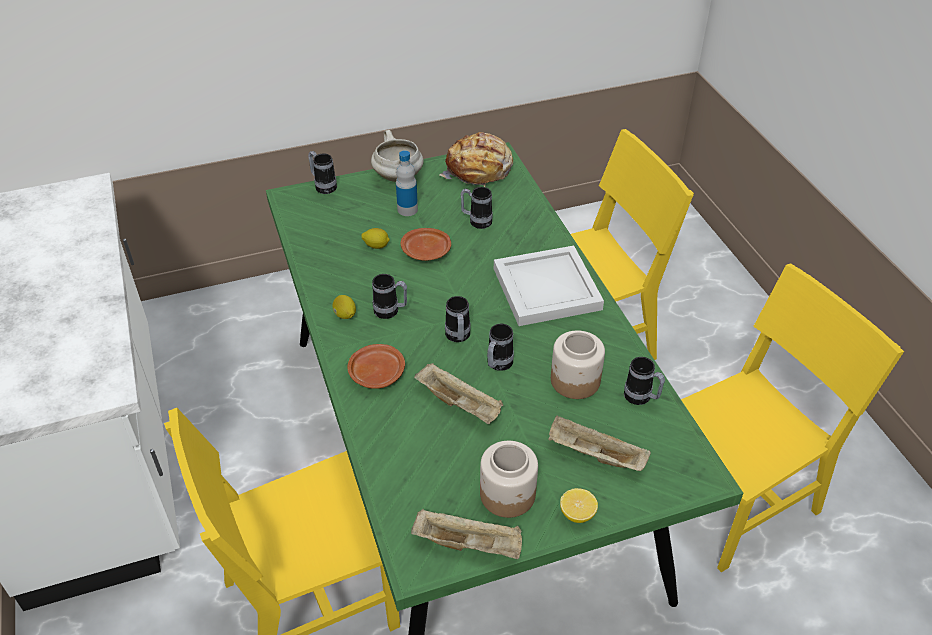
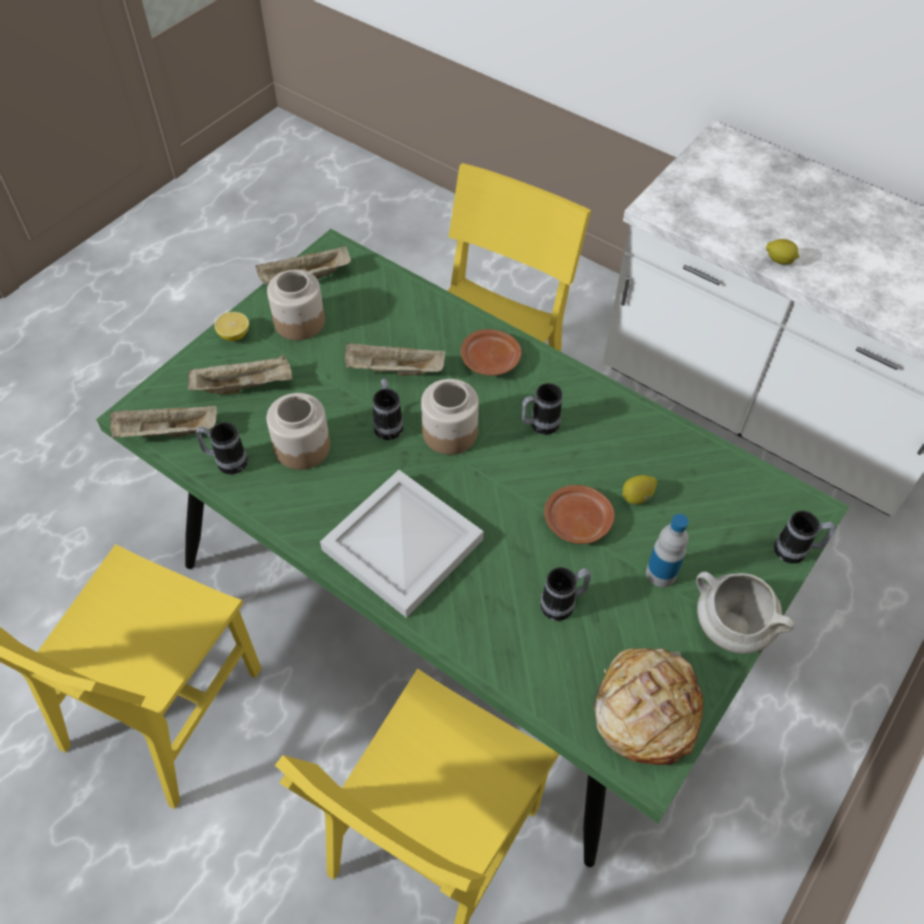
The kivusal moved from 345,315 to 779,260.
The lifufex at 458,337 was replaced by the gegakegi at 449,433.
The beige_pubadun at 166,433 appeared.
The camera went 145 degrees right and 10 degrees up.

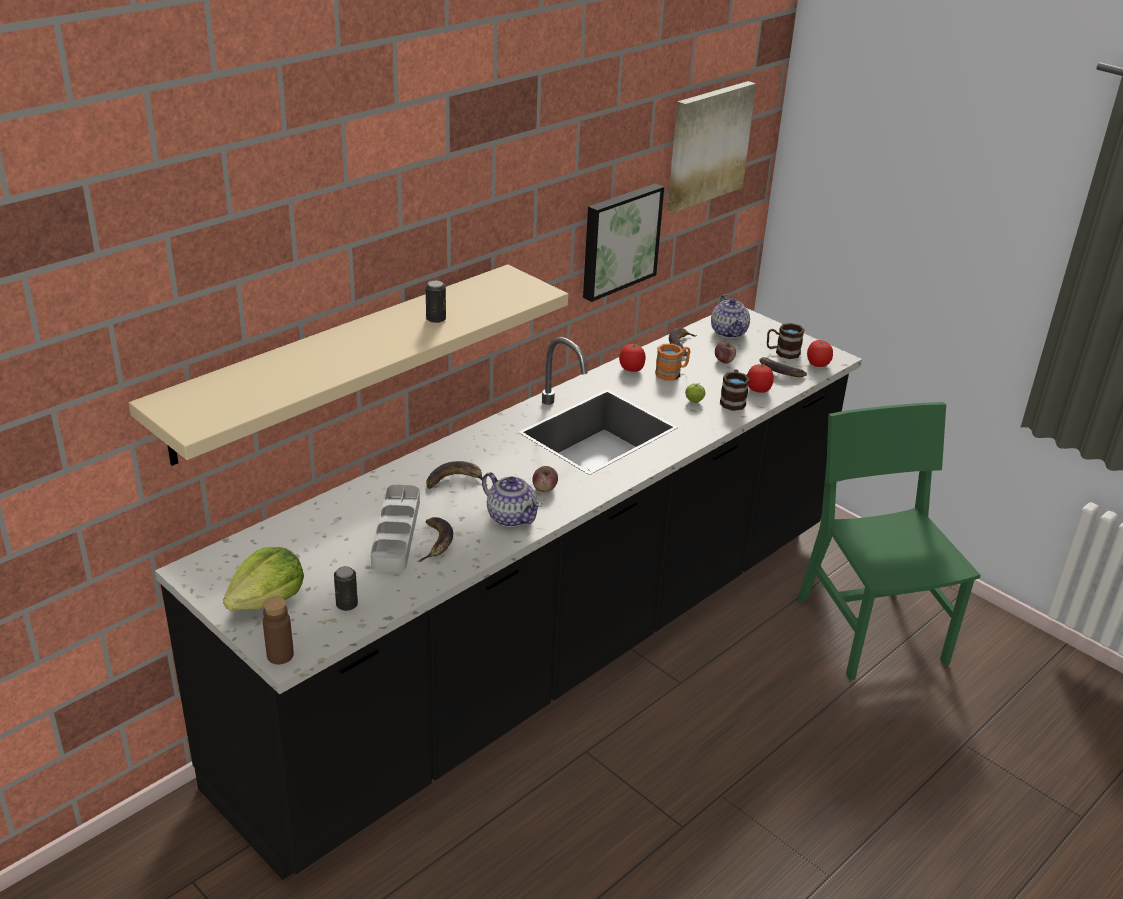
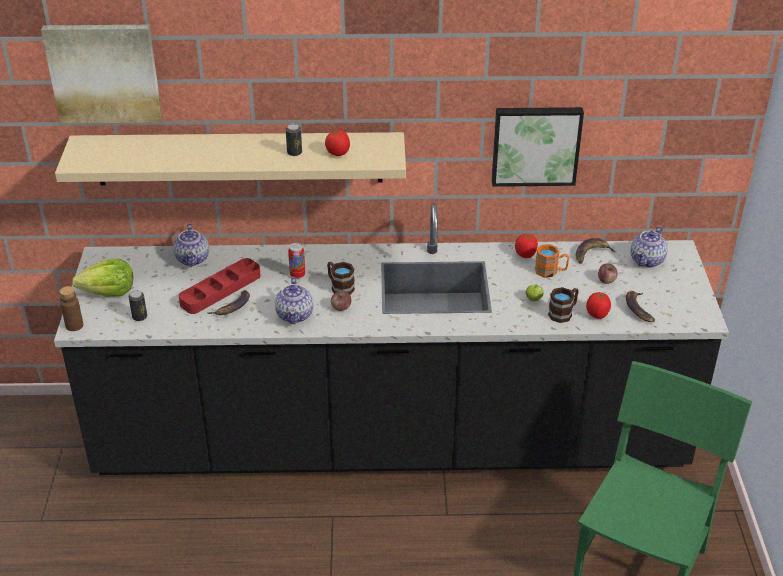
The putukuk moved from 707,145 to 104,72.
The brown_lifufex moved from 782,352 to 339,286.
The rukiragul moved from 817,364 to 338,153.
The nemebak at 455,480 was replaced by the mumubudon at 297,275.
The grey_pubadun at 396,533 became the red_pubadun at 220,290.
The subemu at 193,259 appeared.
The camera went 45 degrees right and 5 degrees up.

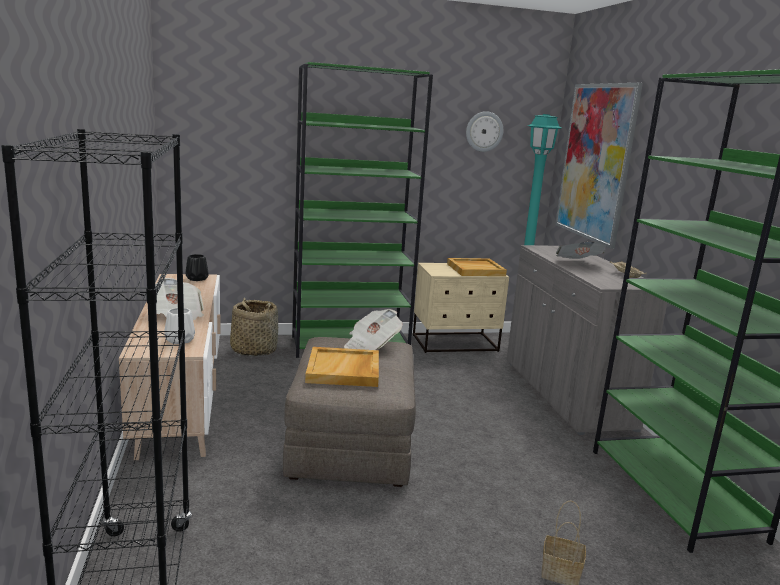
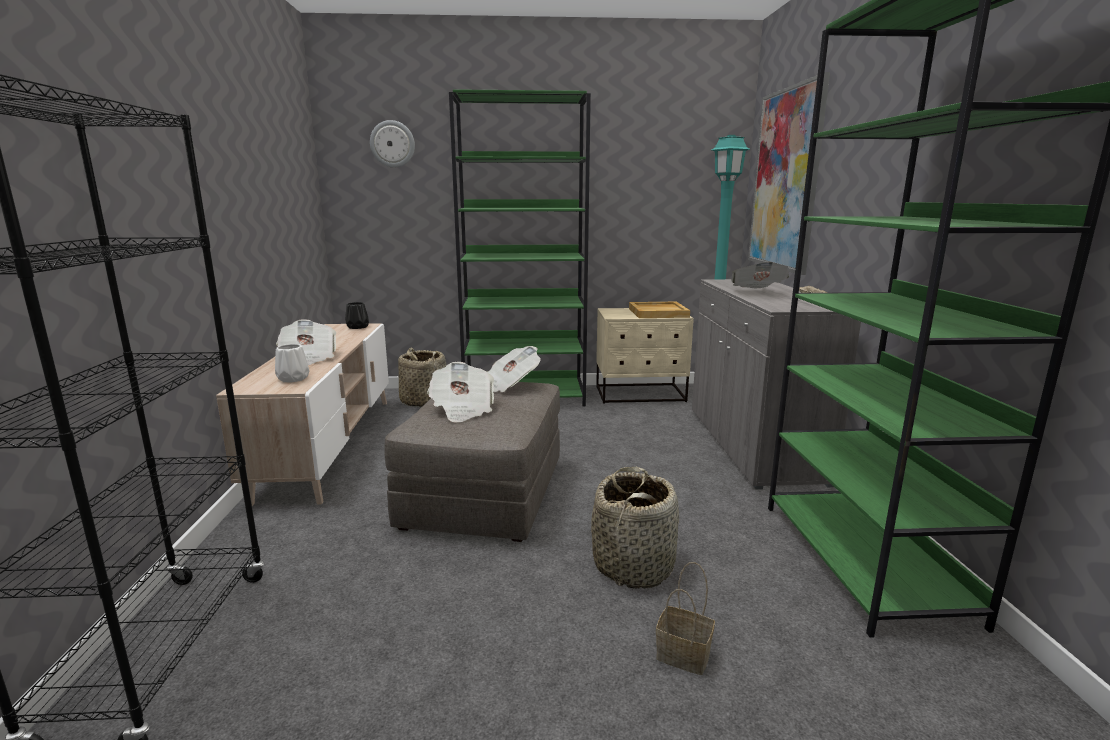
The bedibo moved from 484,131 to 392,144.
The beige_pubadun at 344,370 was replaced by the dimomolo at 462,409.
The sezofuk at 634,565 appeared.
The camera went 10 degrees right and 0 degrees up.

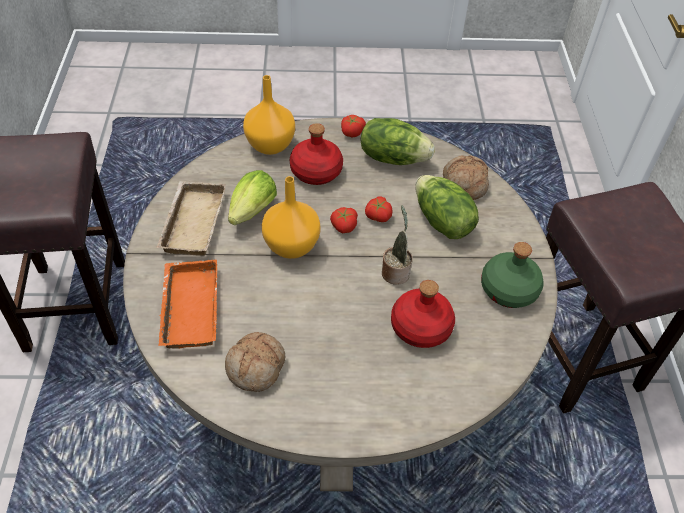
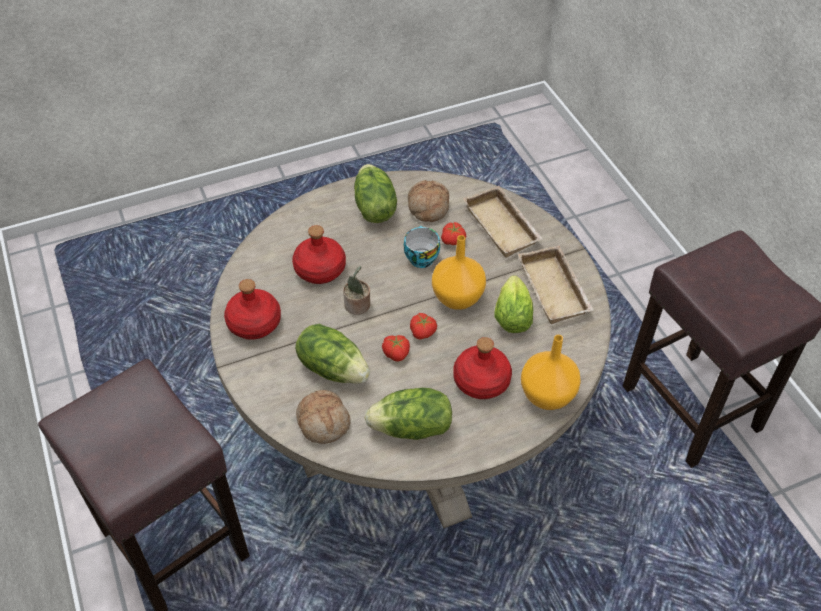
The rukiragul moved from 351,132 to 453,240.
The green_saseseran at 508,290 became the red_saseseran at 254,322.
The orange_pubadun at 188,307 became the beige_pubadun at 504,226.
The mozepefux at 373,208 appeared.
The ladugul at 420,257 appeared.
The camera went 160 degrees right and 0 degrees up.

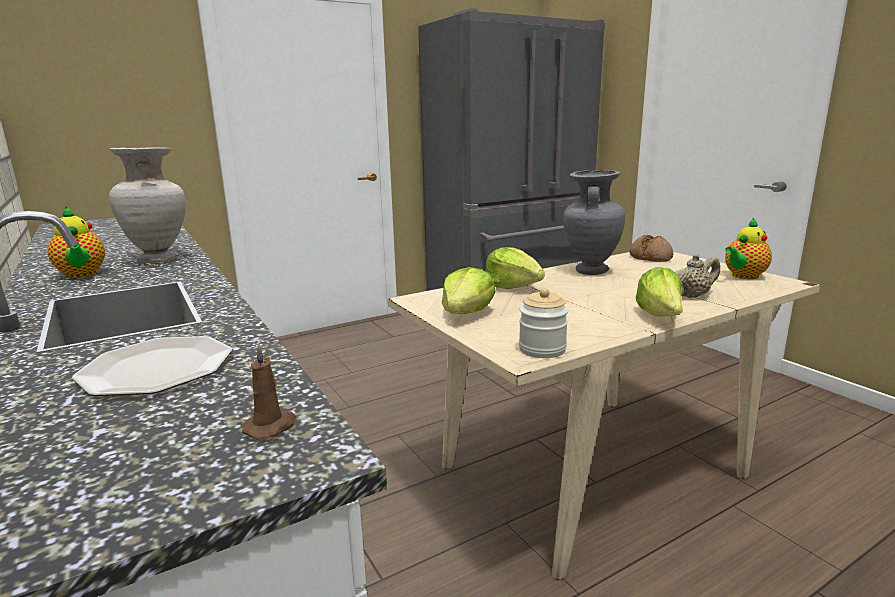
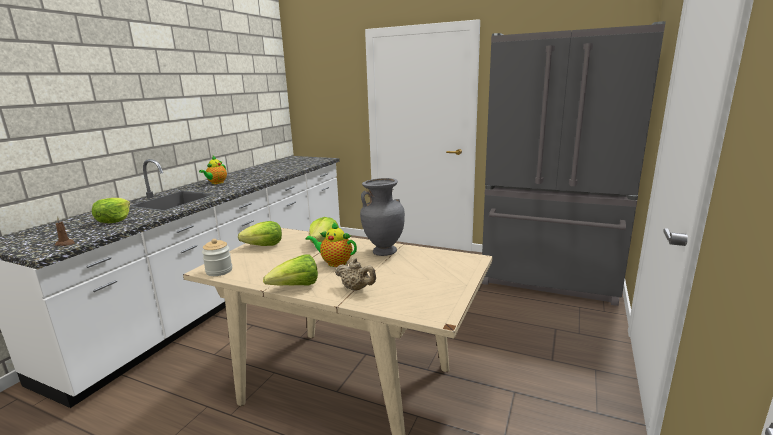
The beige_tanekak at 159,260 disappeared.
The subemu moved from 743,276 to 334,263.
The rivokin at 650,257 disappeared.
The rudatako at 156,368 was replaced by the mozepefux at 114,220.
The camera went 55 degrees right and 0 degrees up.

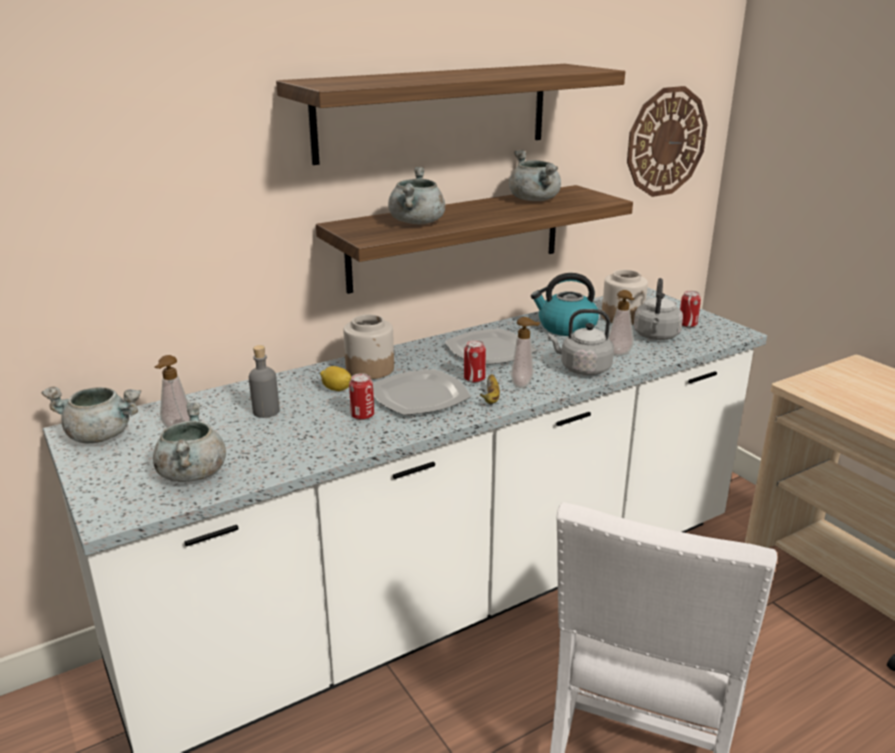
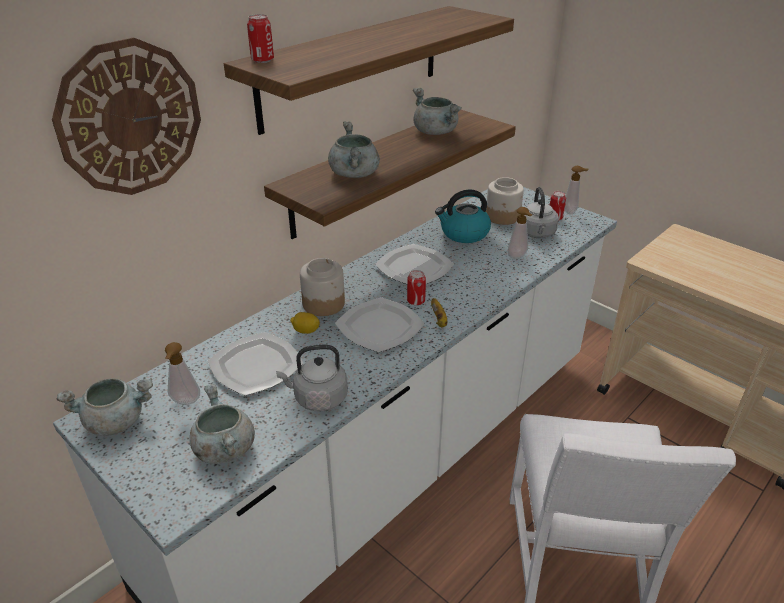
The bedibo moved from 666,142 to 130,119.
The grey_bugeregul moved from 582,369 to 317,398.
The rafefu moved from 524,385 to 571,211.
The grey_saseseran at 266,411 was replaced by the rudatako at 256,367.
The mumubudon moved from 362,415 to 262,60.
The camera went 15 degrees left and 10 degrees up.

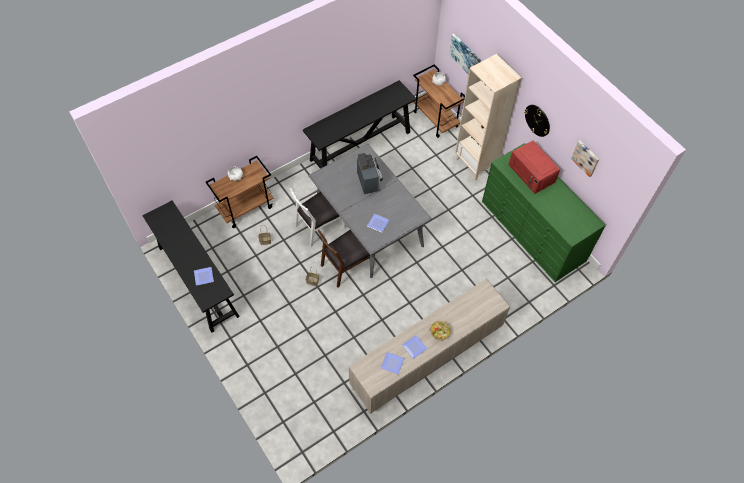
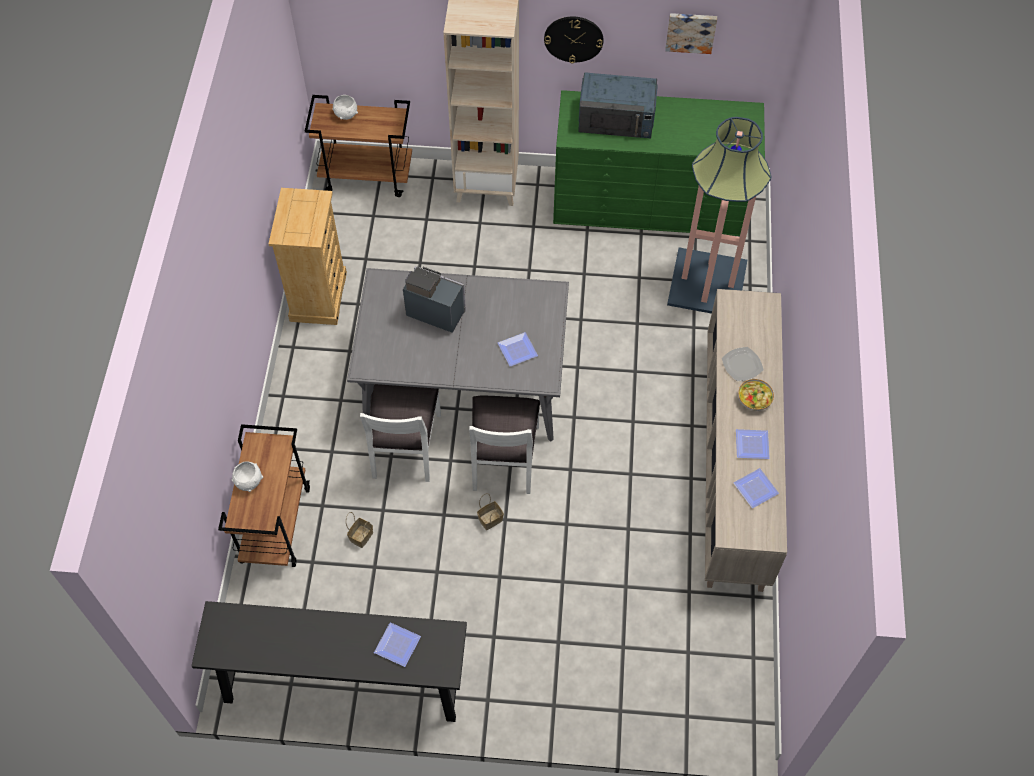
The putukuk at 465,56 disappeared.
The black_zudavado at 361,146 was replaced by the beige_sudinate at 318,296.
The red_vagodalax at 532,173 became the blue_vagodalax at 617,118.
The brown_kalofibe at 346,266 became the white_kalofibe at 504,458.
The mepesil at 707,283 appeared.
The rudatako at 742,364 appeared.
The camera went 50 degrees left and 0 degrees up.

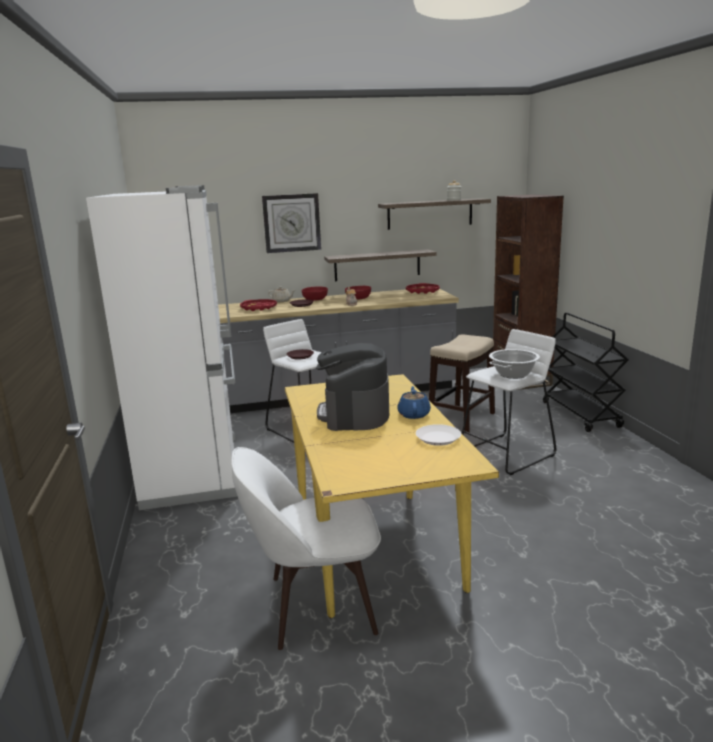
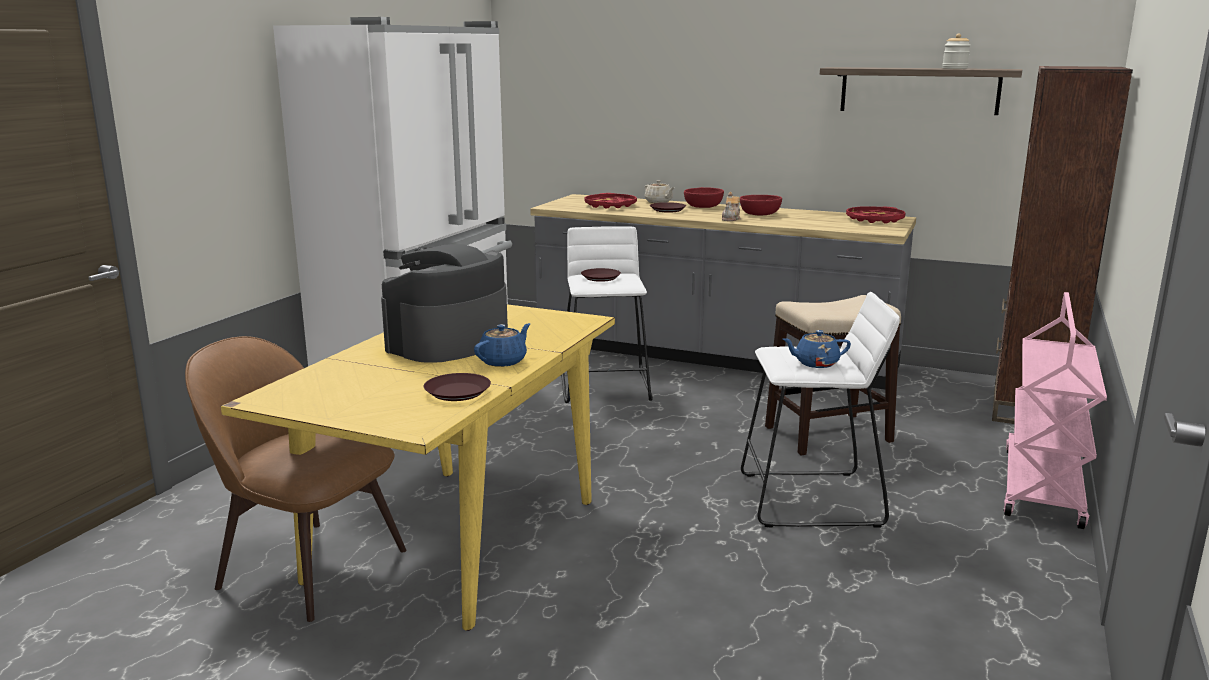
The bedibo at 291,223 disappeared.
The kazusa at 377,265 disappeared.
The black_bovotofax at 581,415 became the pink_bovotofax at 1043,488.
The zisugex at 513,374 was replaced by the blue_subemu at 815,363.
The white_rudatako at 438,438 became the brown_rudatako at 458,392.
The white_kalofibe at 315,605 became the brown_kalofibe at 307,566.
The camera went 35 degrees right and 0 degrees up.

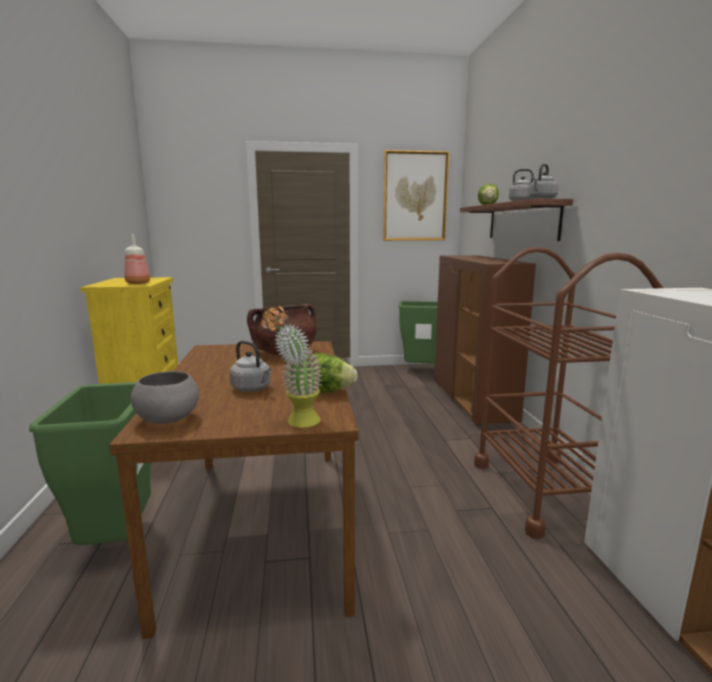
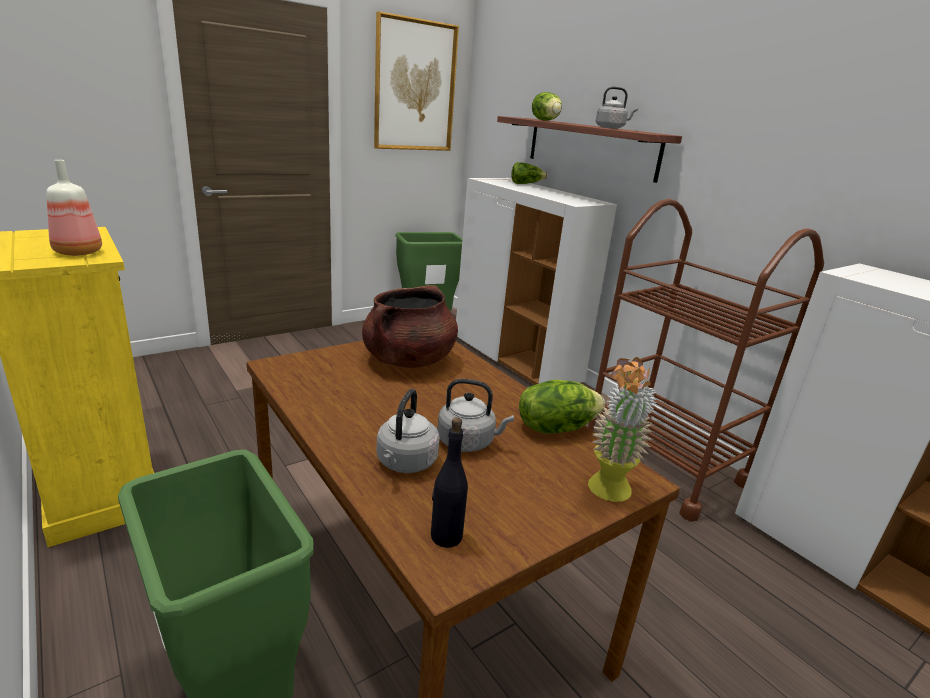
The grey_bugeregul moved from 541,199 to 405,463.
The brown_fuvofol at 473,401 became the white_fuvofol at 516,360.
The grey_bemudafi at 167,420 was replaced by the black_saseseran at 446,536.
The mozepefux at 526,184 appeared.
The camera went 30 degrees left and 10 degrees up.

